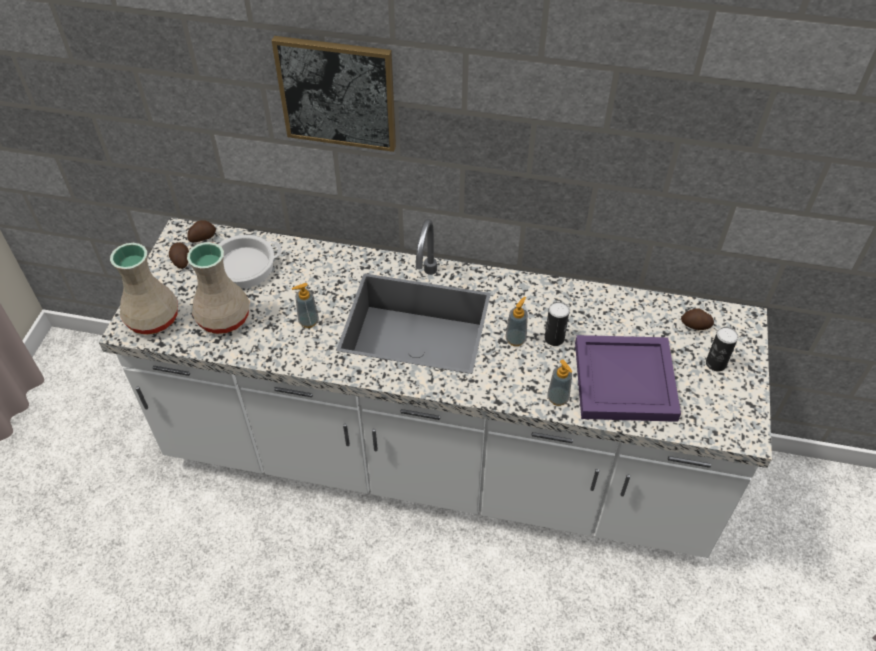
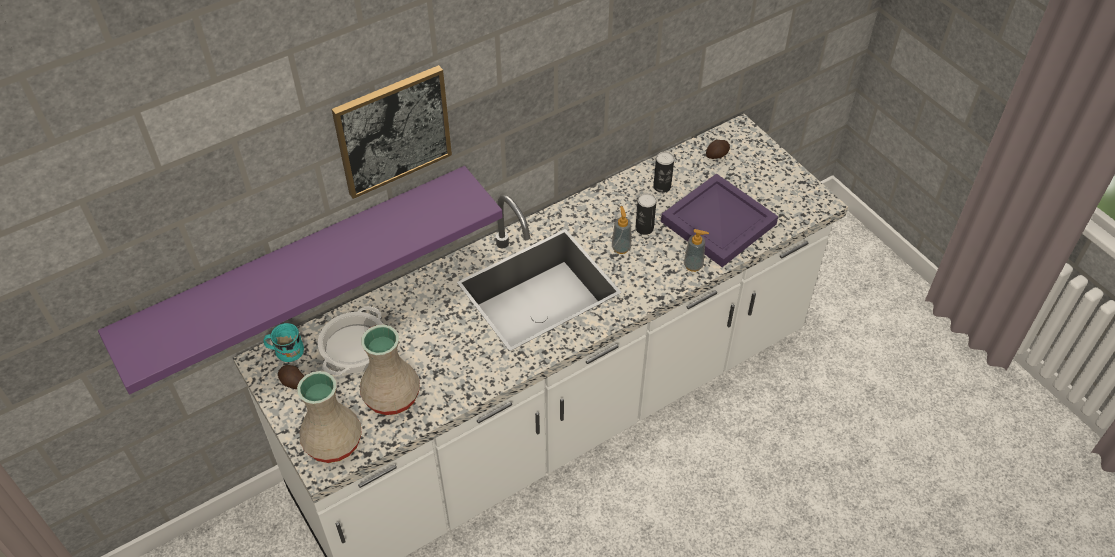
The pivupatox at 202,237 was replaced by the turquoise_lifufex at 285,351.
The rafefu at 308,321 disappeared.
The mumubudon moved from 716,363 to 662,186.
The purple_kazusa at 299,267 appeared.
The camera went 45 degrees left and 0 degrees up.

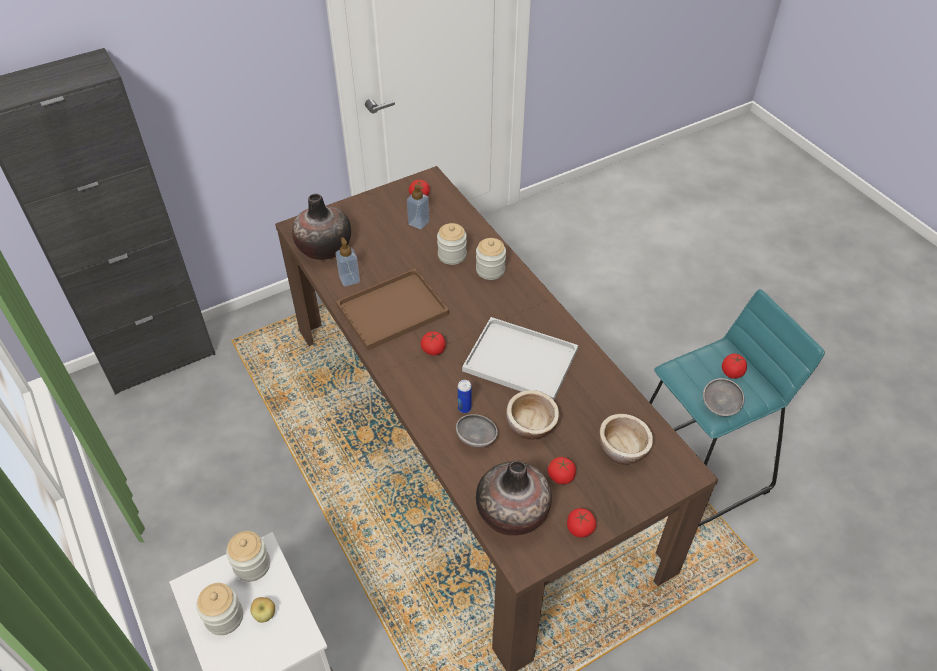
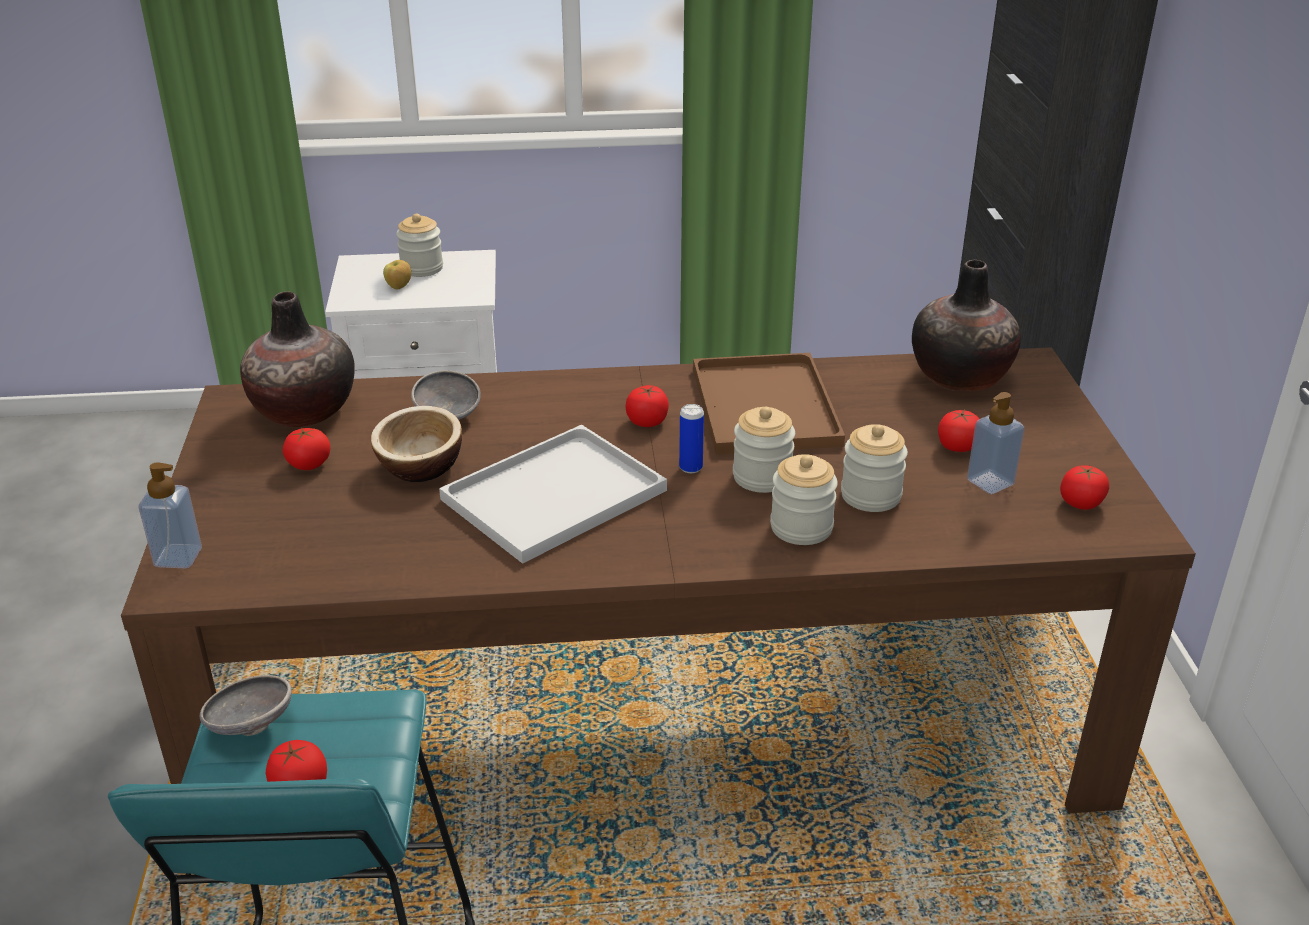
The rafefu moved from 349,279 to 178,557.
The mumubudon moved from 464,408 to 691,467.
The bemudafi at 622,449 disappeared.
The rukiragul moved from 580,529 to 957,447.
The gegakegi moved from 252,565 to 762,477.
The camera went 115 degrees right and 15 degrees down.

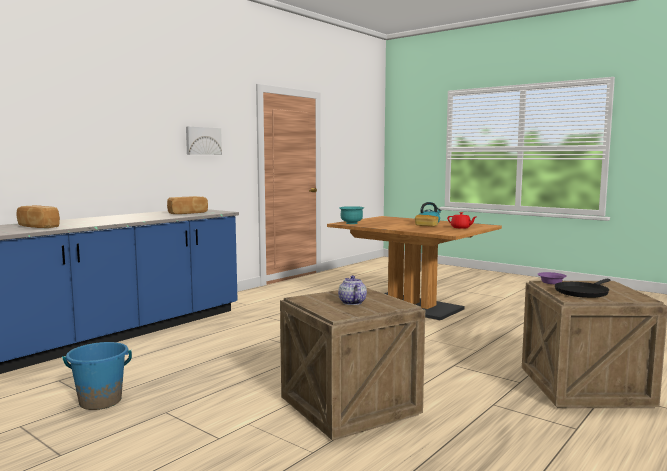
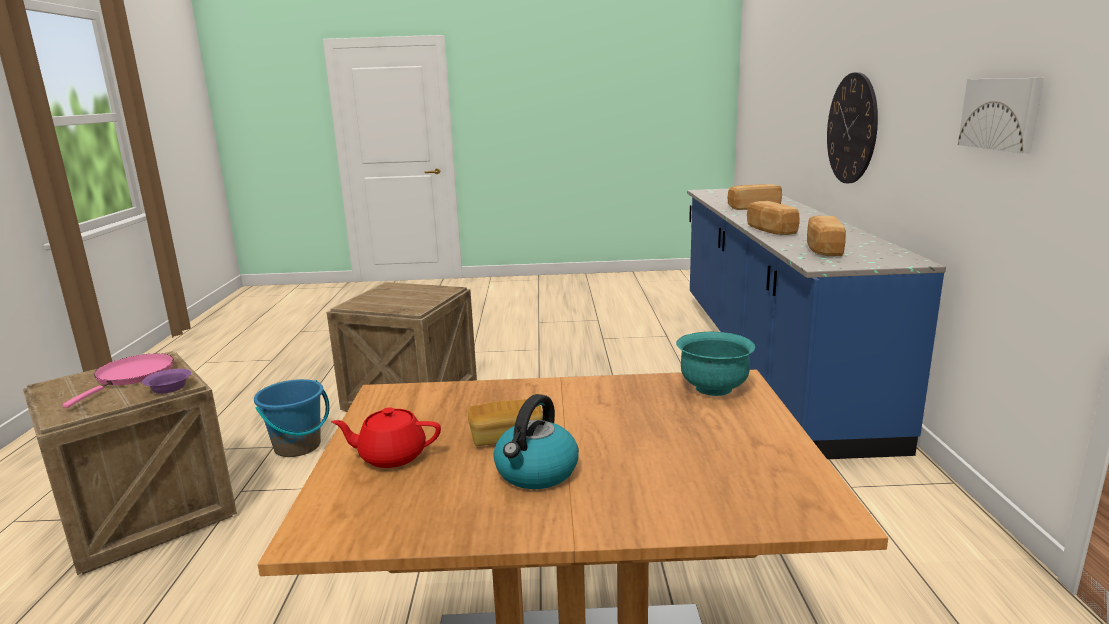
The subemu at 351,302 disappeared.
The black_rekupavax at 582,292 became the pink_rekupavax at 132,376.
The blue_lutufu moved from 100,401 to 298,446.
The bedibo at 852,128 appeared.
The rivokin at 770,230 appeared.
The camera went 140 degrees right and 10 degrees up.

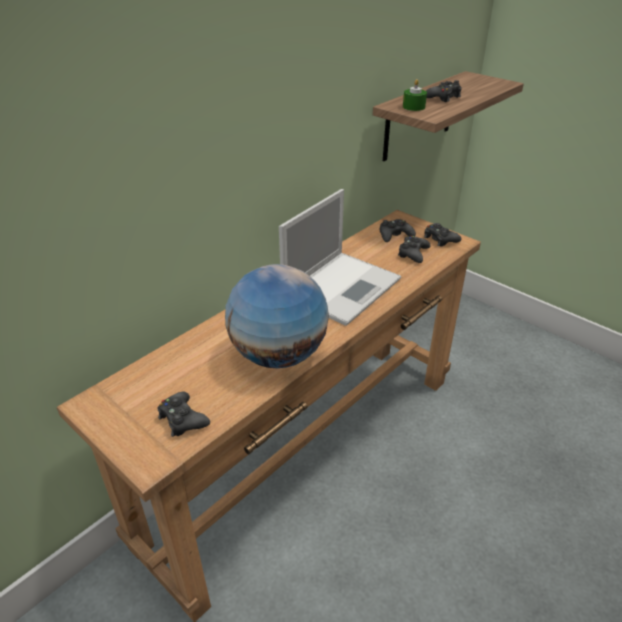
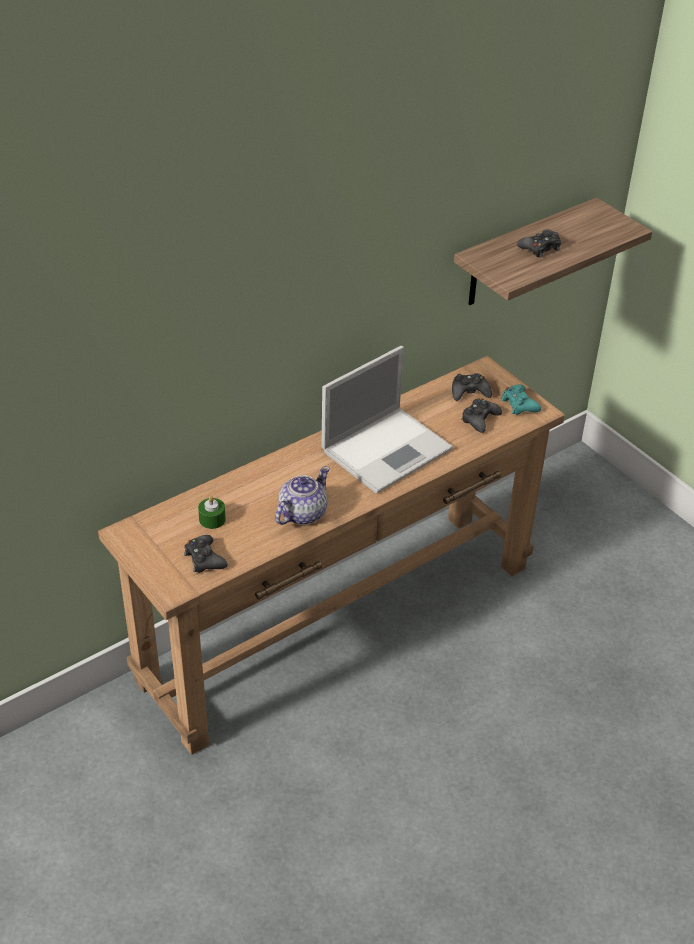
The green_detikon moved from 413,107 to 212,519.
The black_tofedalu at 440,239 became the turquoise_tofedalu at 519,404.
The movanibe at 278,355 was replaced by the subemu at 301,513.
The camera went 10 degrees right and 5 degrees up.

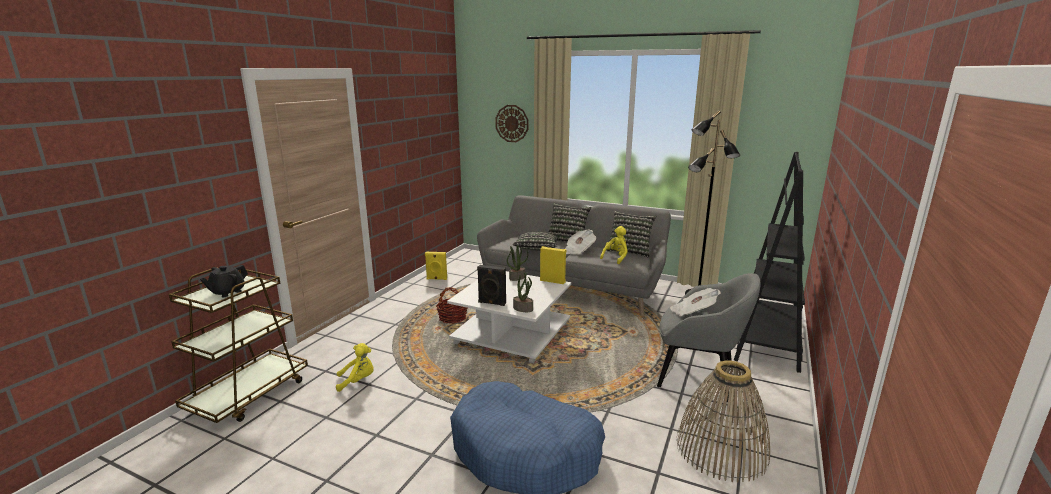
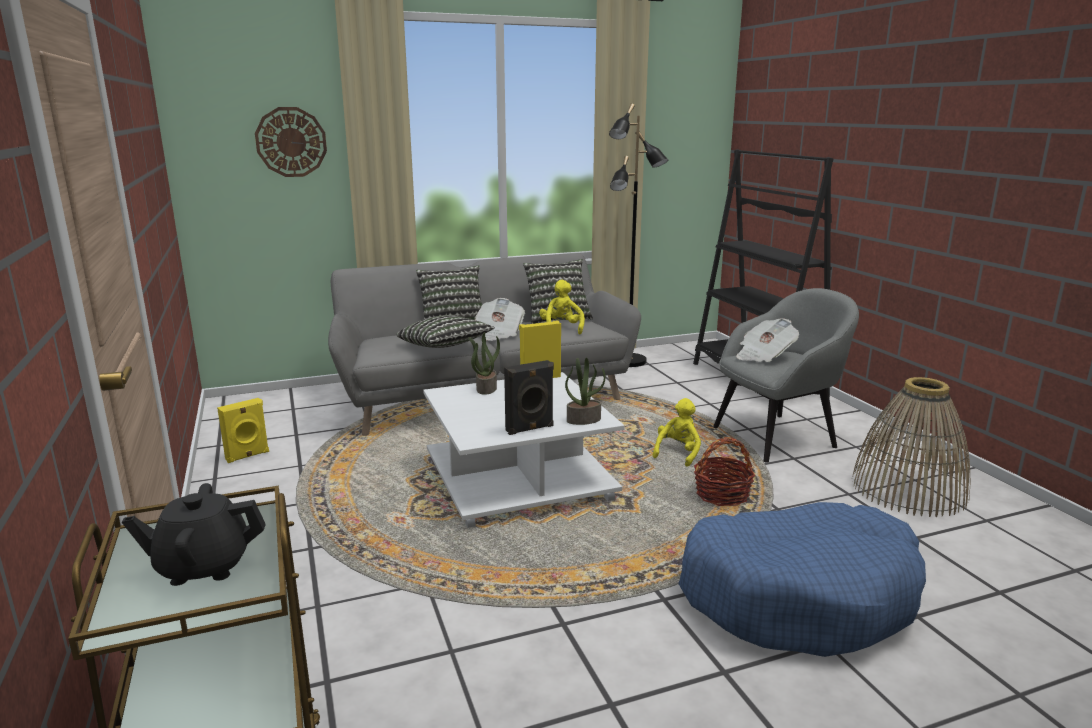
The black_subemu at 227,292 turned 90 degrees clockwise.
The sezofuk moved from 452,318 to 722,495.
The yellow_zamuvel moved from 358,381 to 678,453.
The camera went 45 degrees left and 0 degrees up.

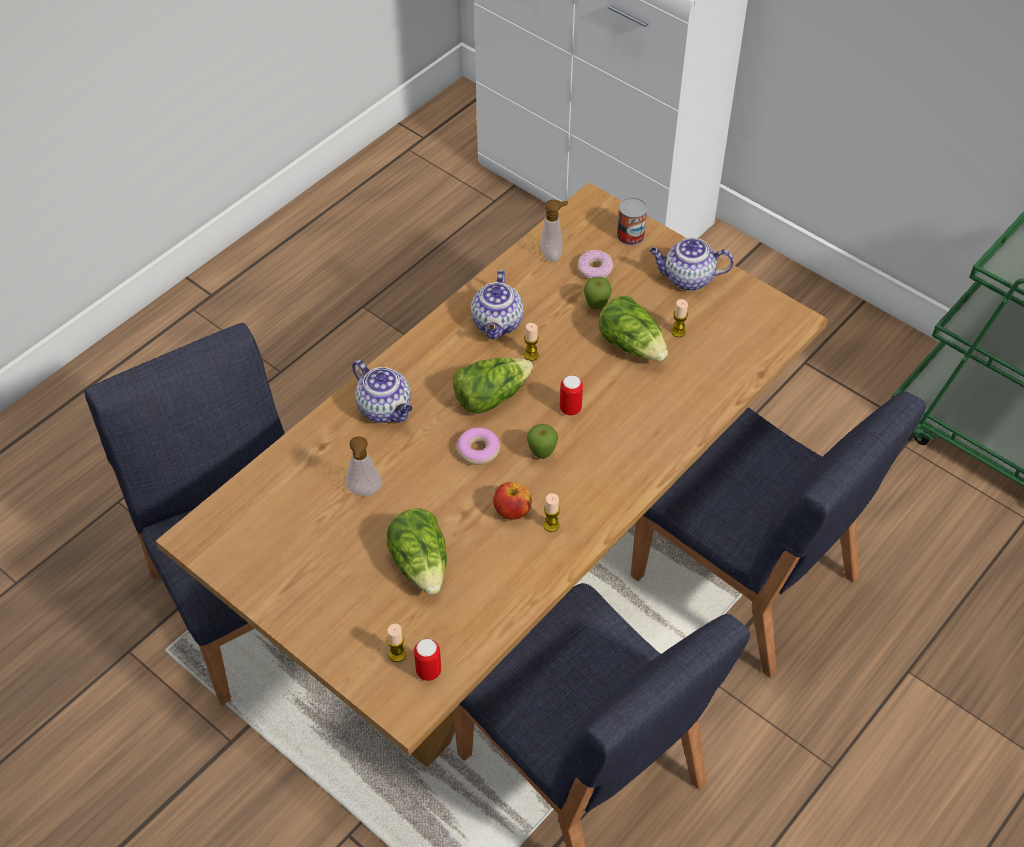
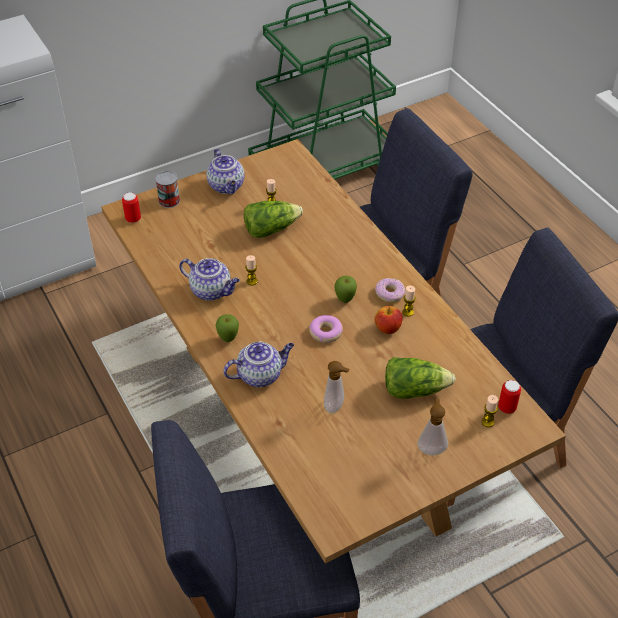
The rafefu moved from 553,254 to 431,448.
The subemu at 687,279 turned 45 degrees counterclockwise.
The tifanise moved from 595,269 to 390,293.
The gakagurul moved from 596,306 to 228,339.
The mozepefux at 490,396 disappeared.
The mumubudon moved from 570,409 to 133,219.
The camera went 70 degrees left and 5 degrees down.

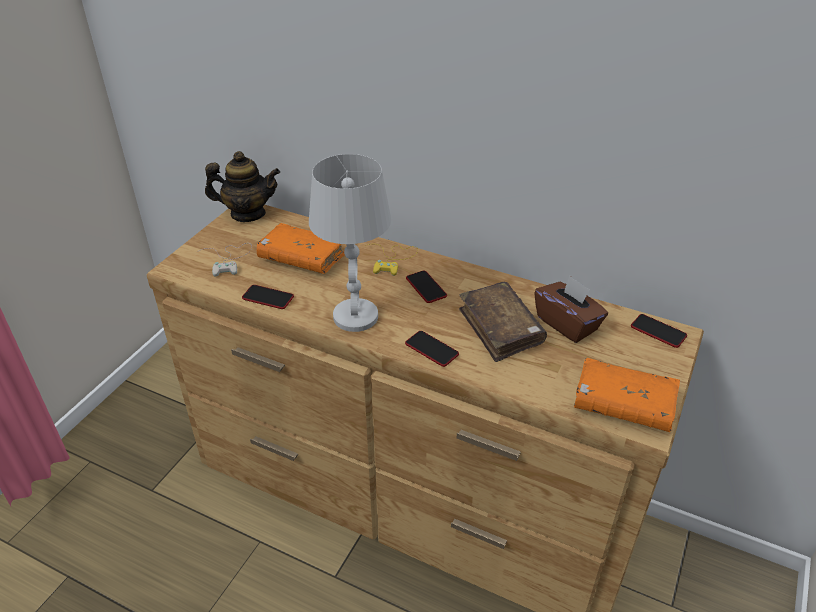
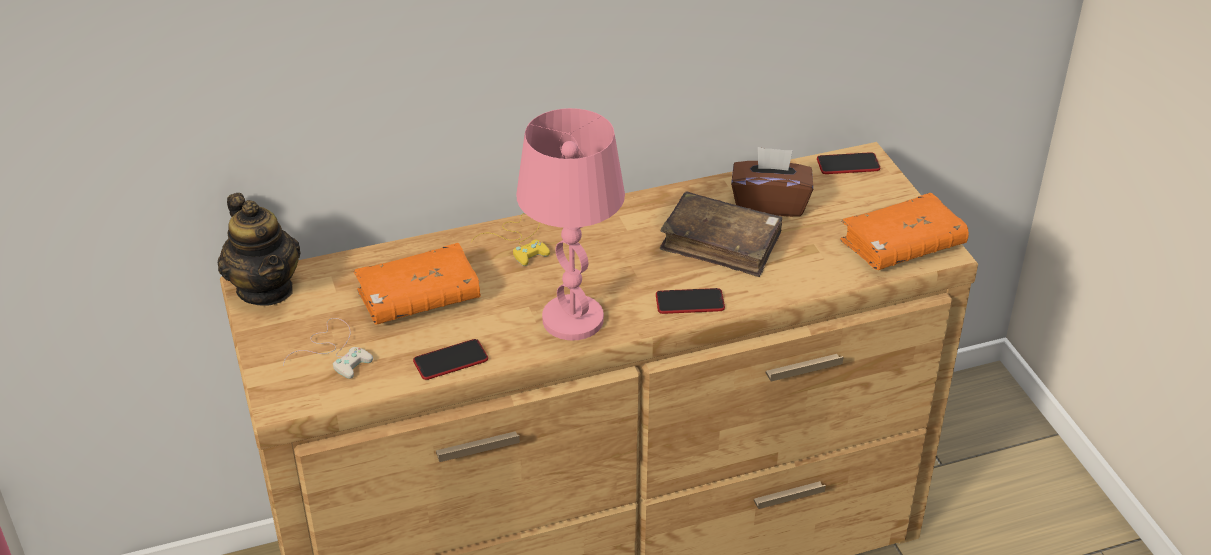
The subemu at 248,214 turned 105 degrees clockwise.
The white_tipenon at 356,317 became the pink_tipenon at 573,319.
The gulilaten at 426,287 disappeared.
The camera went 45 degrees left and 0 degrees up.

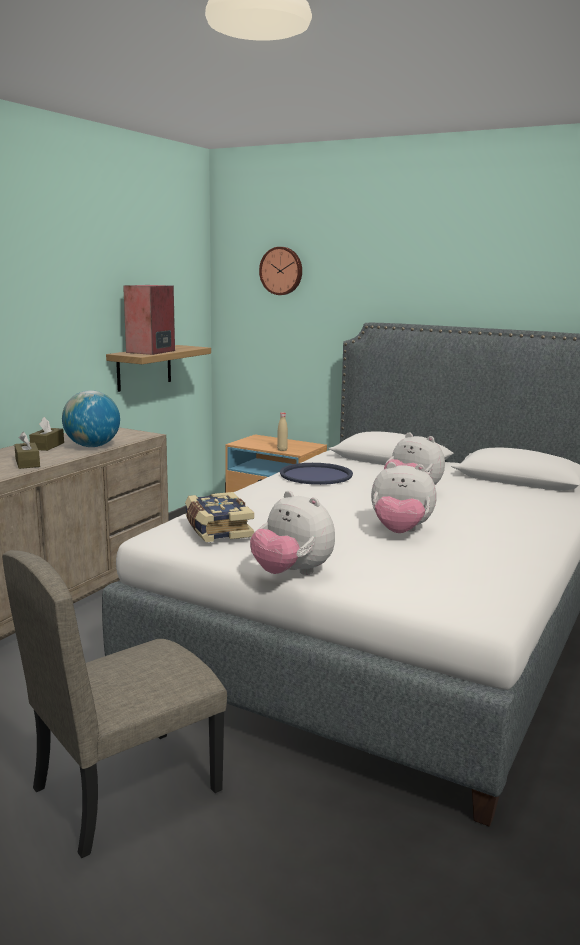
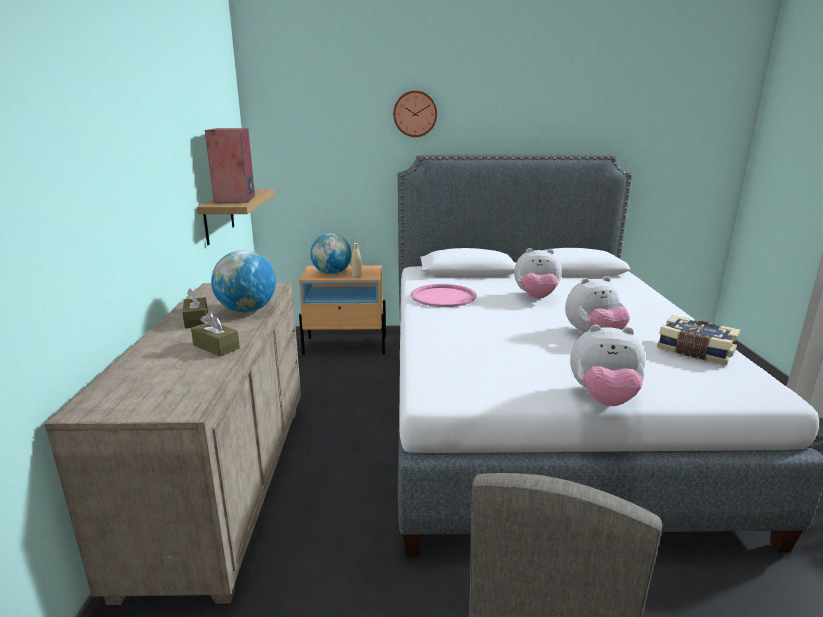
The bedibo moved from 282,271 to 415,114.
The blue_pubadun at 316,475 became the pink_pubadun at 443,296.
The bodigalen moved from 217,530 to 695,351.
The movanibe at 332,273 appeared.
The camera went 30 degrees left and 5 degrees up.

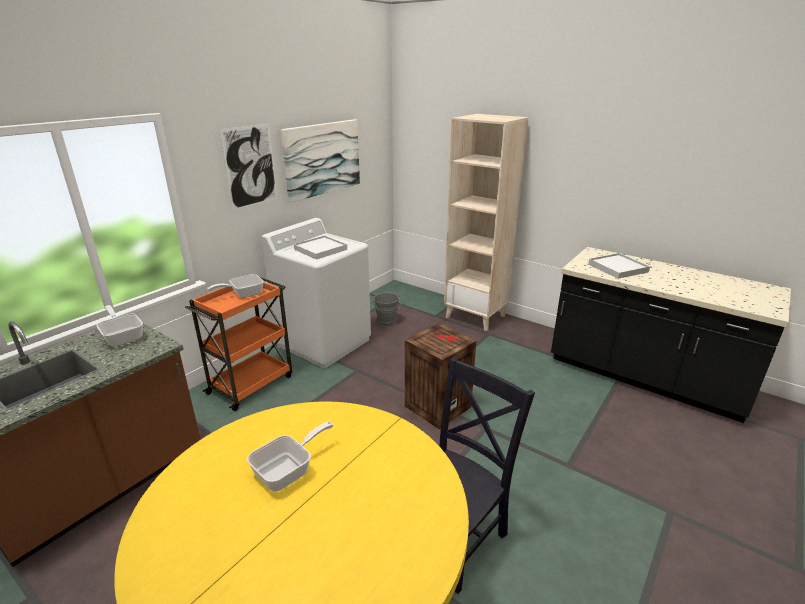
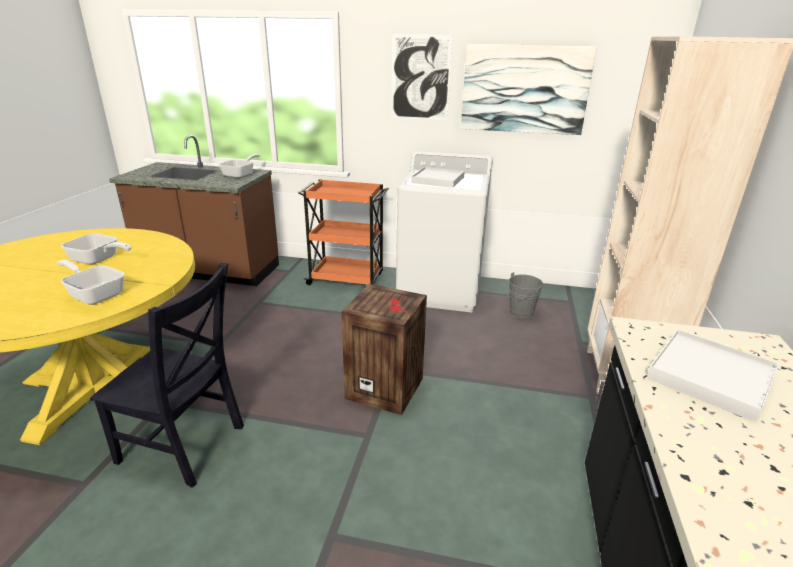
The rekupavax moved from 243,294 to 95,294.
The camera went 65 degrees right and 0 degrees up.

